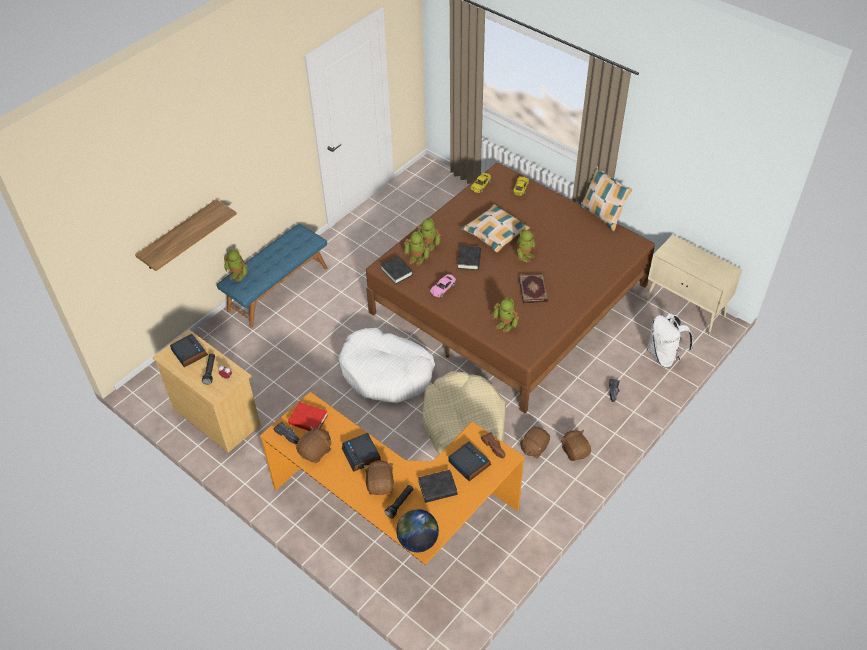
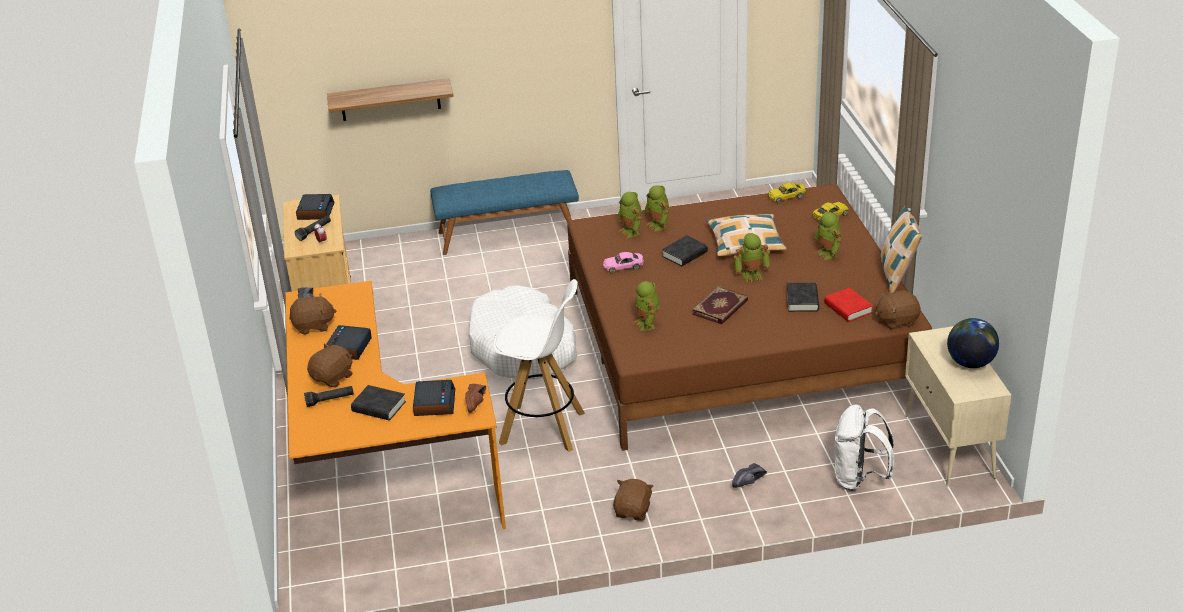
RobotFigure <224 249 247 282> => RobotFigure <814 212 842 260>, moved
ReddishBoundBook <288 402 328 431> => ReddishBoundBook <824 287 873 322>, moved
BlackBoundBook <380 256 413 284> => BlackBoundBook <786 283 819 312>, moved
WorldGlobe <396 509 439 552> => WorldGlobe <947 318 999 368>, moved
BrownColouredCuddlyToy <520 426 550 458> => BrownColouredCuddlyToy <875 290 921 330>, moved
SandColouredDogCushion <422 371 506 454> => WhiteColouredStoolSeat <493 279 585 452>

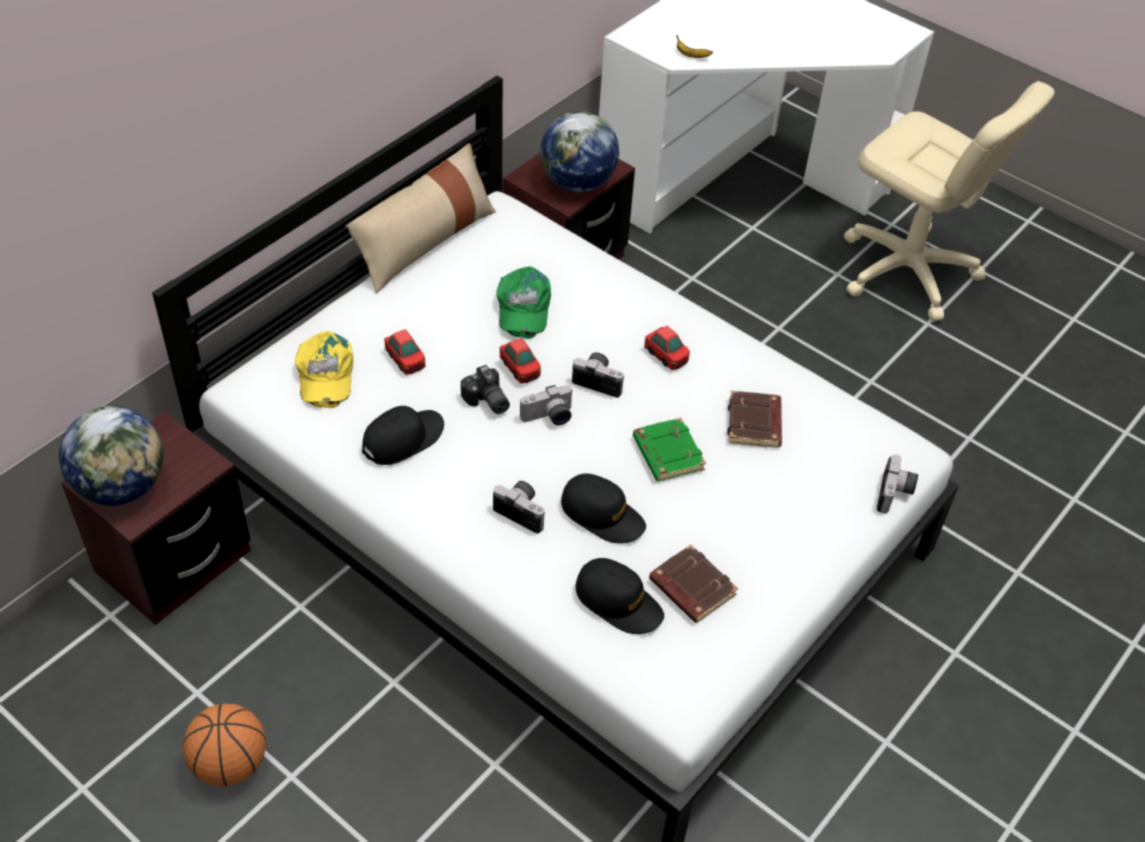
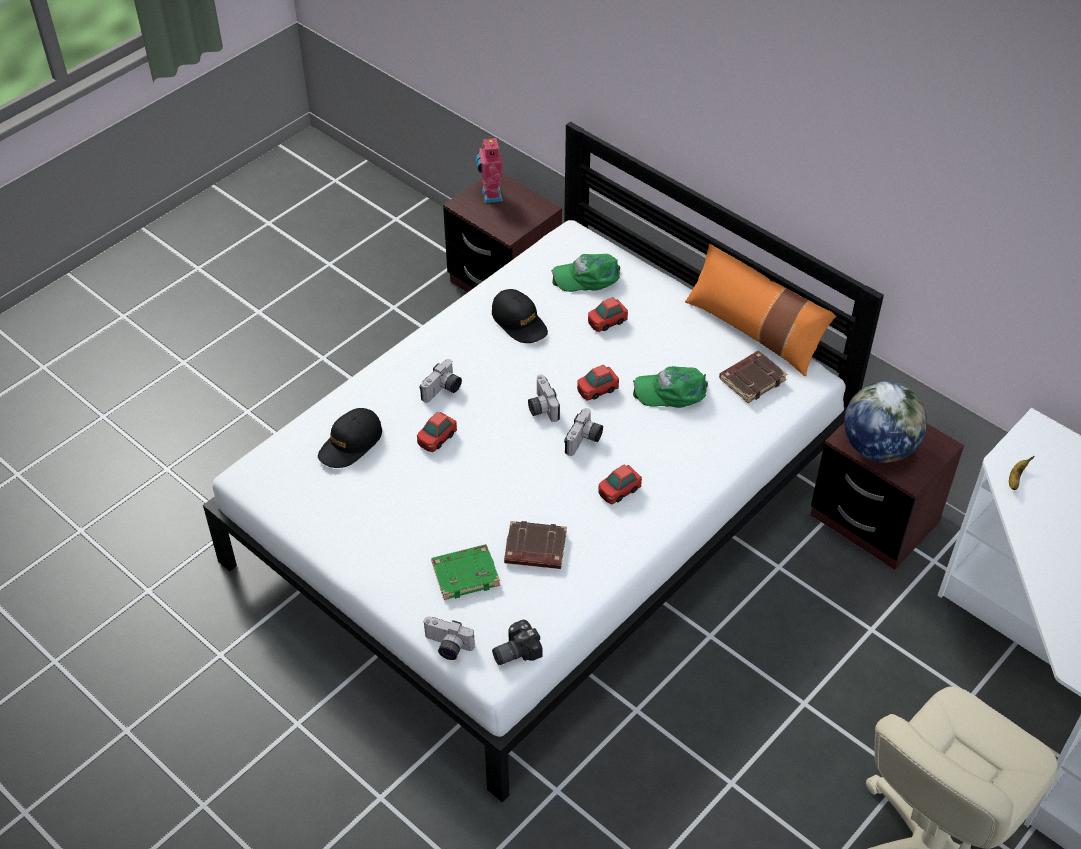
BallForBasketball <183 704 266 787> => nothing
PhotoCamera <461 365 510 414> => PhotoCamera <492 620 543 665>, moved
GreenishBoundBook <633 418 706 482> => GreenishBoundBook <431 544 500 600>, moved
BrownColouredBoundBook <649 545 738 623> => BrownColouredBoundBook <719 351 787 403>, moved
WorldGlobe <59 406 164 506> => RobotFigure <476 136 503 203>
BlackCap <561 473 646 543> => ToyCar <417 412 457 452>
YellowColouredCap <295 331 353 408> => GreenishCap <552 254 620 292>
SandColouredThrowPillow <345 143 496 293> => OrangeyThrowPillow <685 243 836 376>

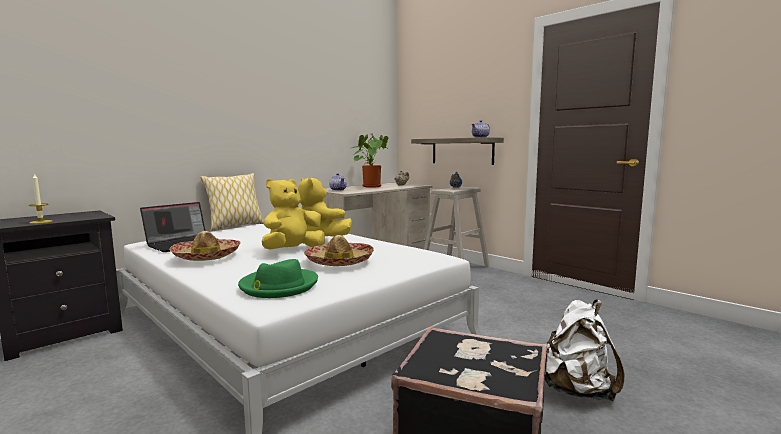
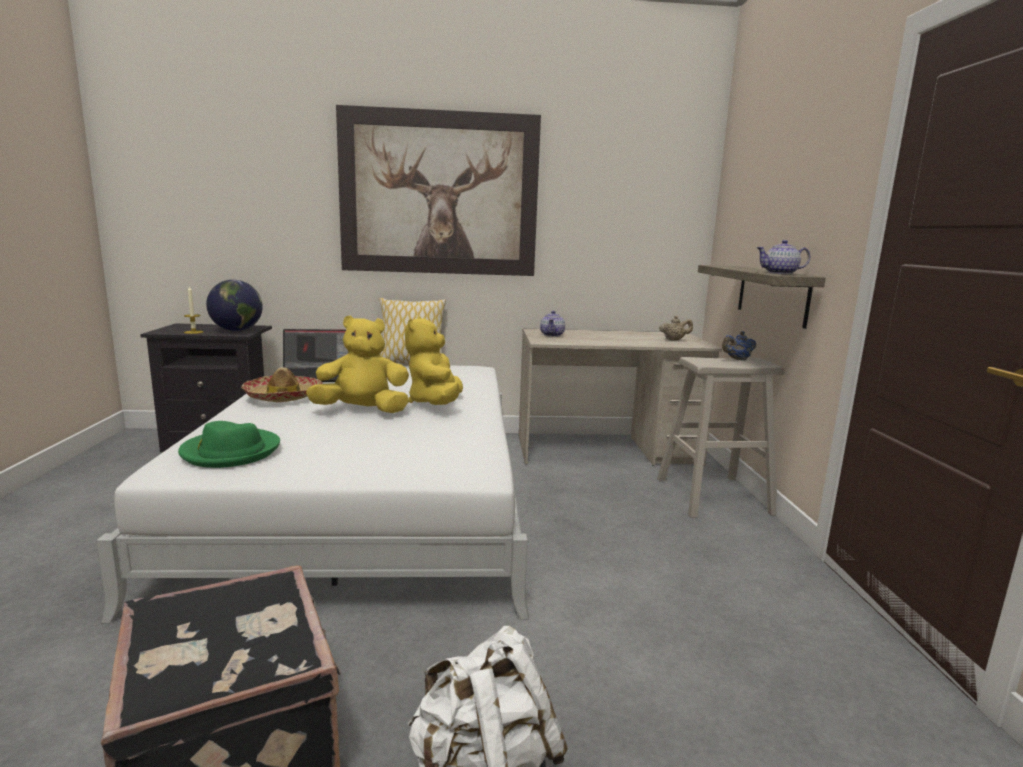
ClothingHat <304 235 374 266> => nothing
PottedPlant <351 133 389 188> => nothing
nothing => WorldGlobe <206 280 263 331>
nothing => Picture <336 105 541 276>

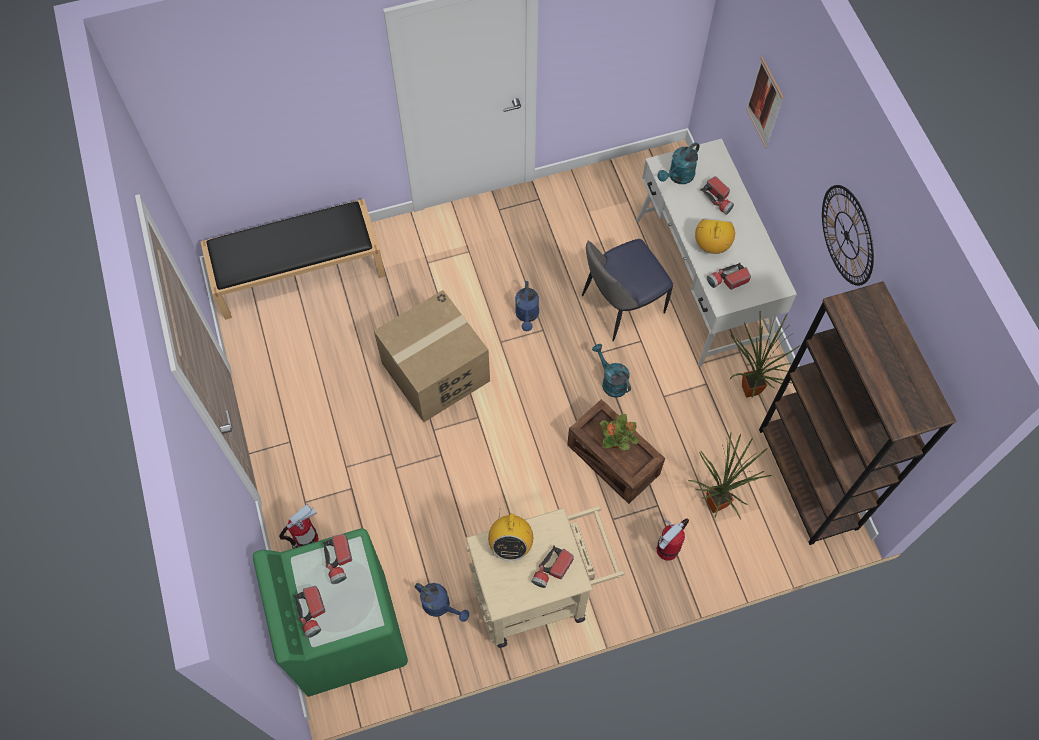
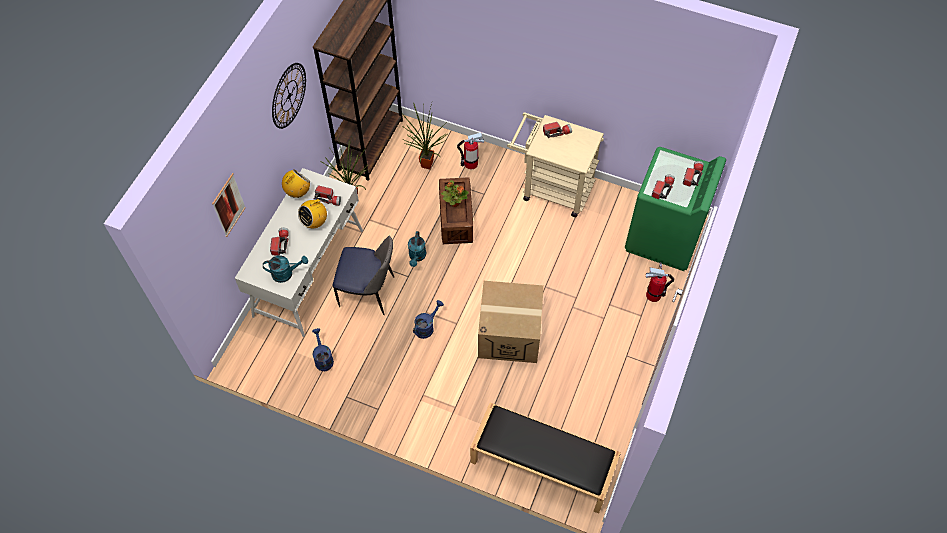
BlueWateringPot <414 583 469 622> => BlueWateringPot <312 328 334 371>, moved
Radio <488 512 533 561> => Radio <282 169 310 198>, moved

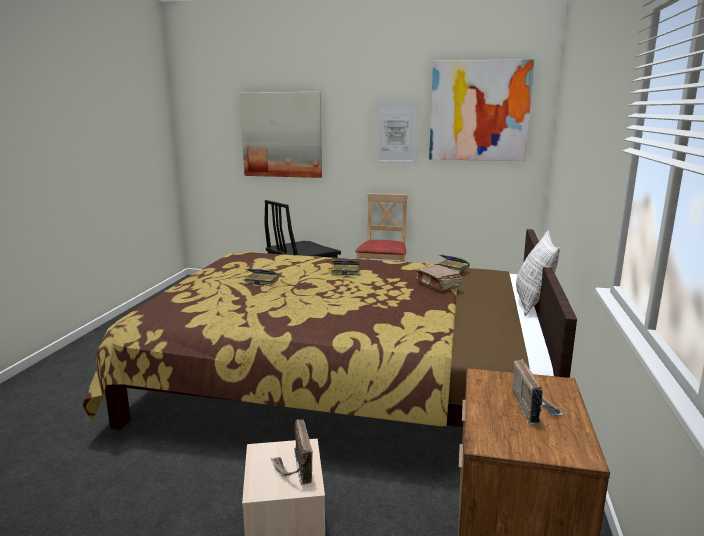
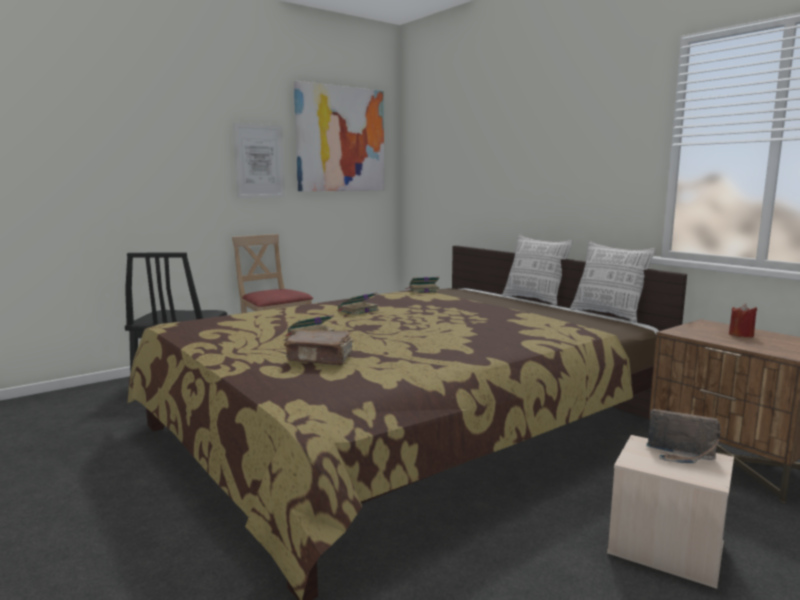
Picture <240 92 322 178> => nothing
nothing => ThrowPillow <570 241 656 323>
BrownColouredBoundBook <416 265 462 292> => BrownColouredBoundBook <284 330 353 365>, moved
Radio <513 359 564 424> => ReddishWaxLight <729 303 757 338>

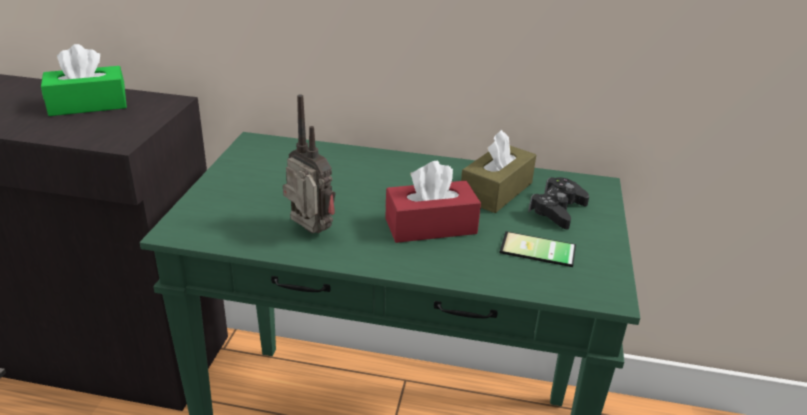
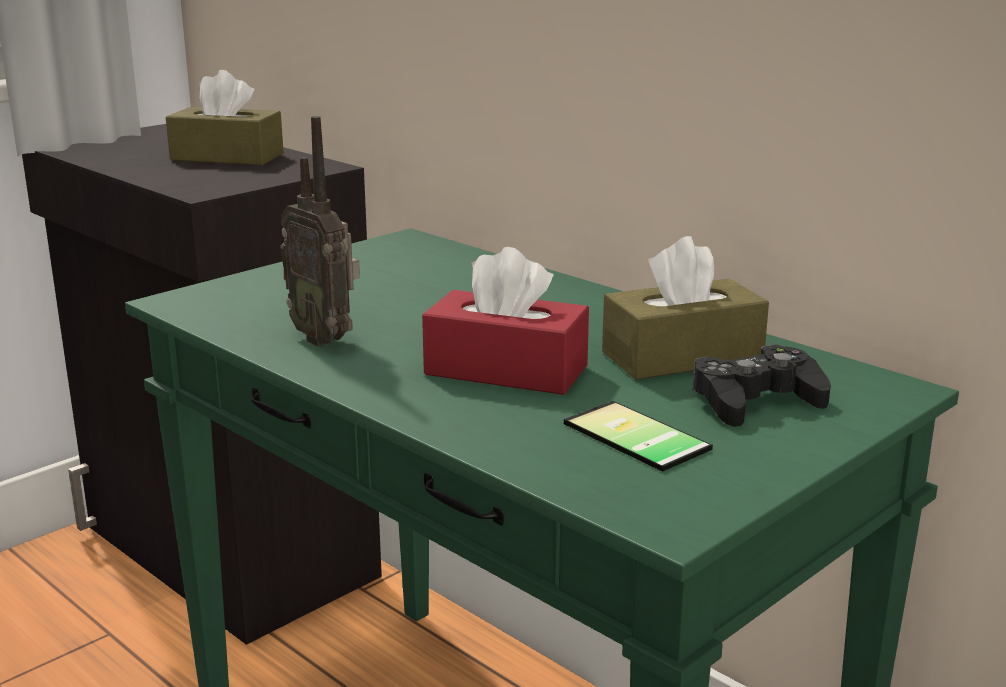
GreenishTissueHolder <41 44 127 116> => BrownColouredTissueHolder <166 70 284 165>
Radio <283 94 335 233> => Radio <280 116 360 346>, 150 degrees clockwise

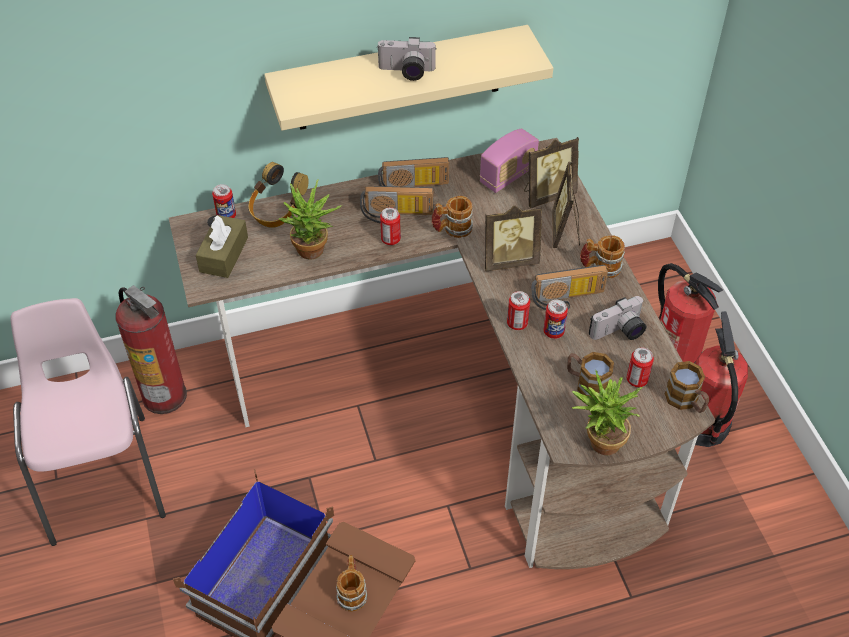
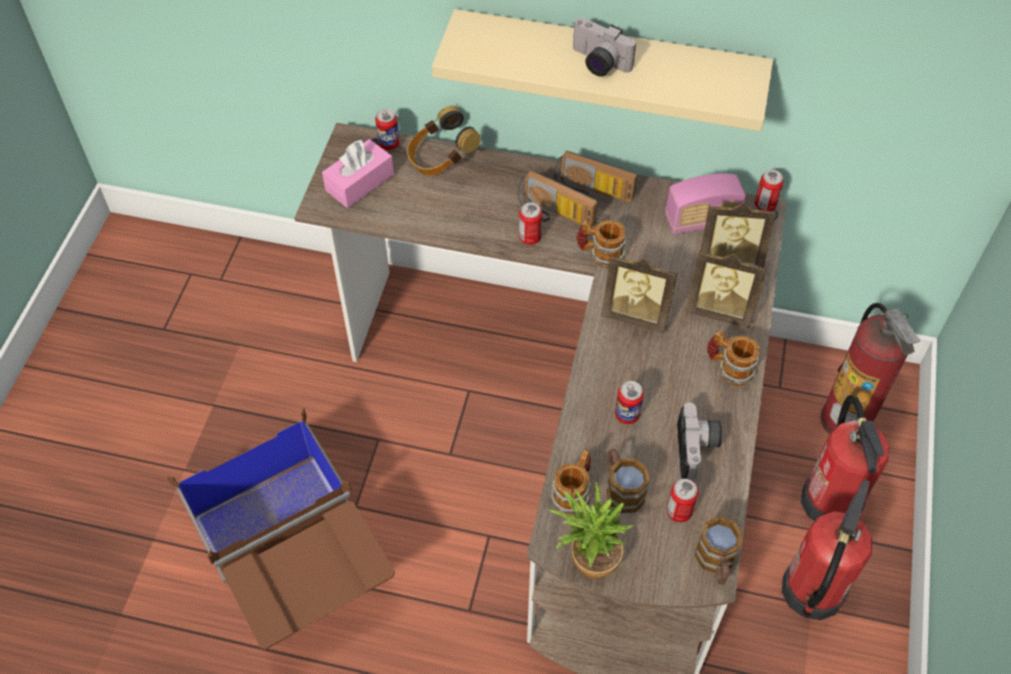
PinkColouredChair <10 298 166 546> => nothing
PottedPlant <279 179 343 260> => nothing
Radio <531 265 608 310> => nothing
Extinguisher <116 285 187 414> => Extinguisher <820 303 920 435>, moved
Mug <336 555 367 612> => Mug <550 449 591 515>, moved
MetalCan <507 291 530 330> => MetalCan <755 170 784 211>, moved
BrownColouredTissueHolder <196 215 248 278> => PinkColouredTissueHolder <322 139 394 208>
StandingFrame <552 162 580 248> => StandingFrame <685 251 767 328>, 105 degrees counterclockwise
PhotoCamera <589 296 647 340> => PhotoCamera <677 402 722 481>, 90 degrees counterclockwise

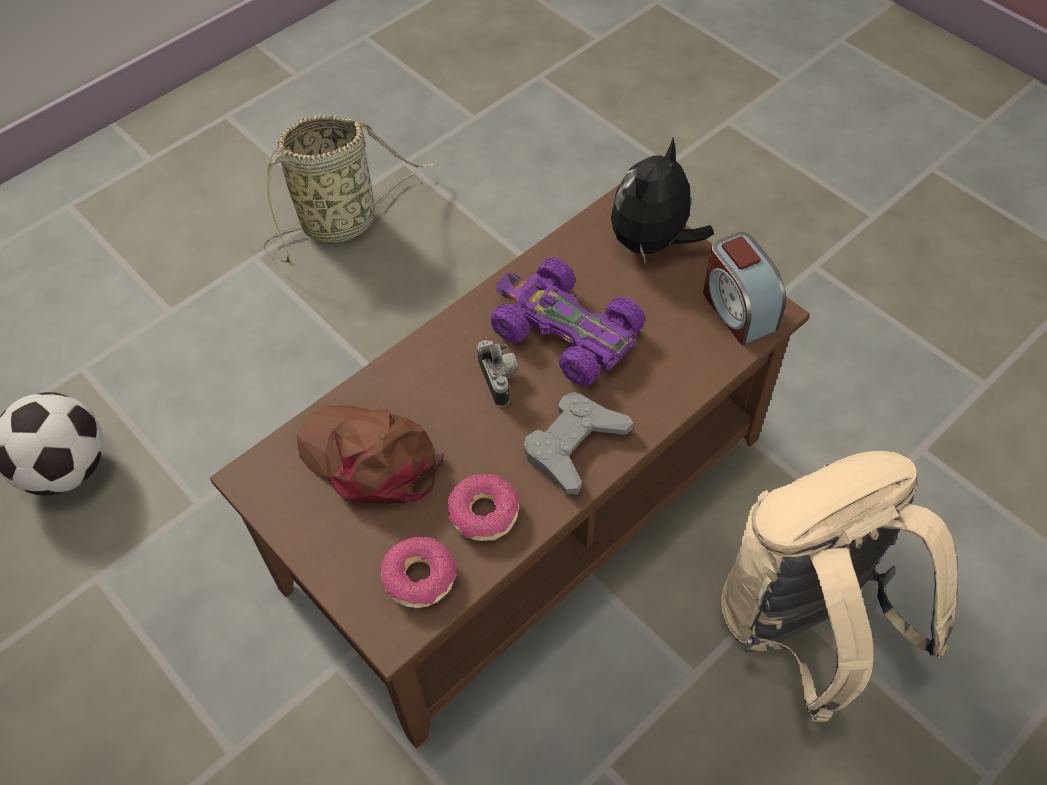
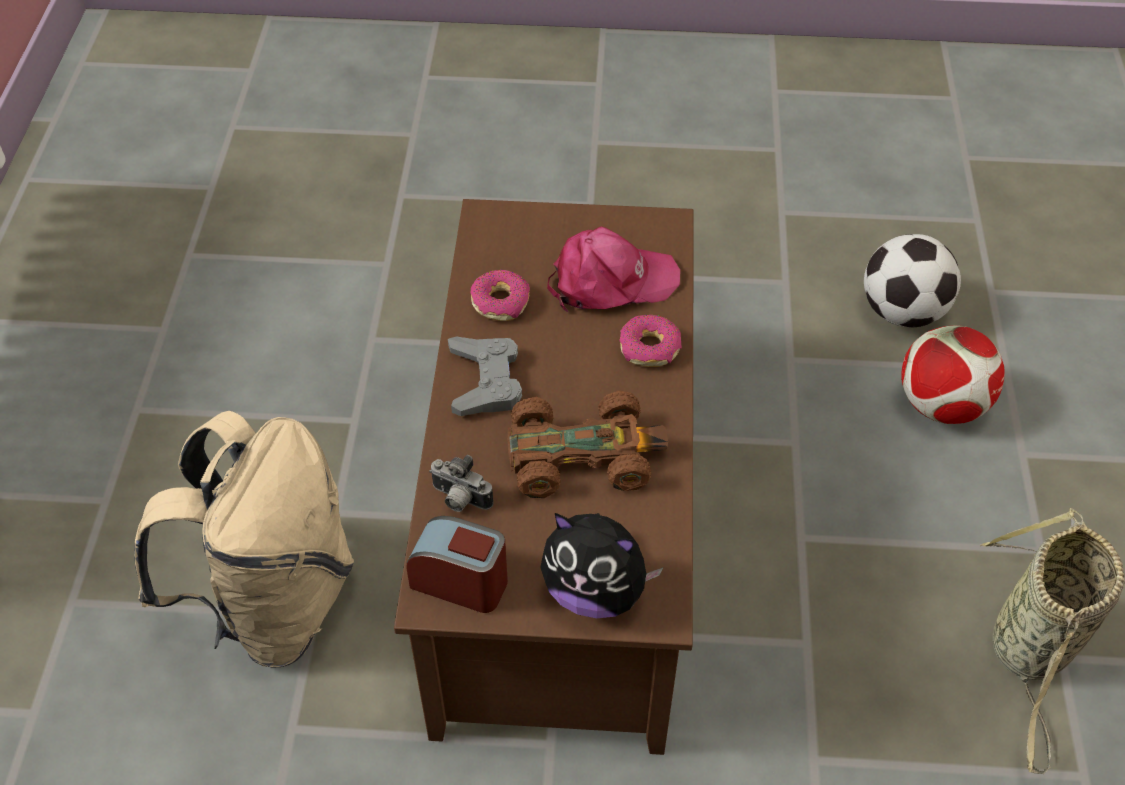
nothing => Football <901 326 1005 424>
Donut <381 537 457 608> => Donut <619 315 682 367>, moved
PhotoCamera <477 340 518 407> => PhotoCamera <429 455 494 512>, moved
BrownColouredCap <297 405 444 504> => PinkColouredCap <547 226 680 313>
PurplishToyCar <491 258 645 387> => BrownColouredToyCar <507 390 668 498>
CuddlyToy <611 138 714 264> => CuddlyToy <540 513 663 618>, 120 degrees clockwise

